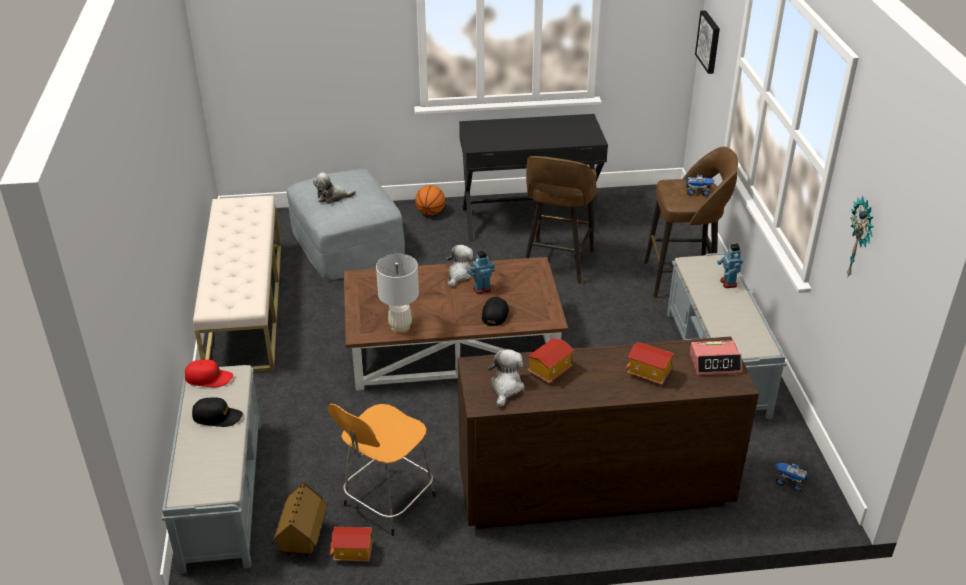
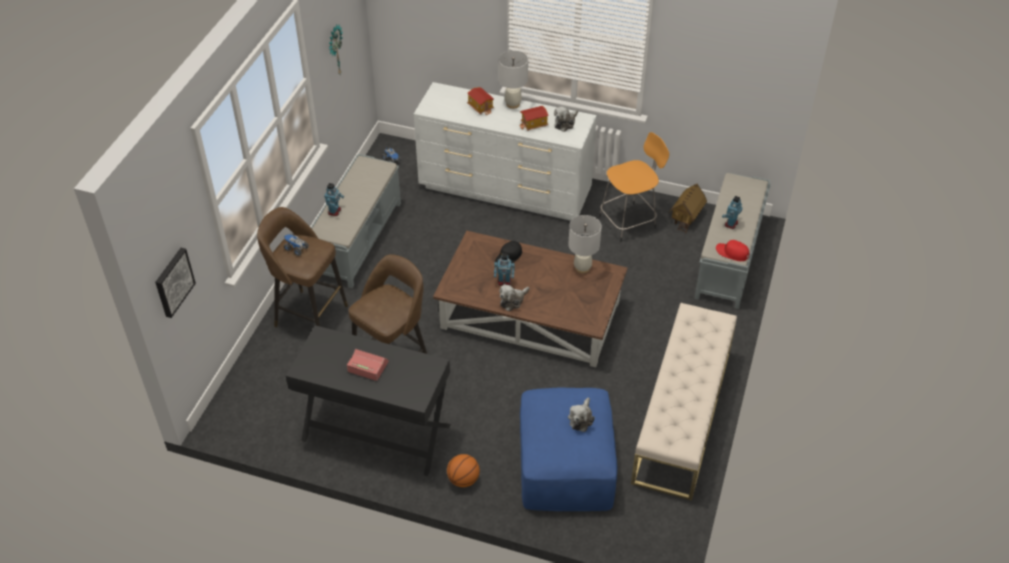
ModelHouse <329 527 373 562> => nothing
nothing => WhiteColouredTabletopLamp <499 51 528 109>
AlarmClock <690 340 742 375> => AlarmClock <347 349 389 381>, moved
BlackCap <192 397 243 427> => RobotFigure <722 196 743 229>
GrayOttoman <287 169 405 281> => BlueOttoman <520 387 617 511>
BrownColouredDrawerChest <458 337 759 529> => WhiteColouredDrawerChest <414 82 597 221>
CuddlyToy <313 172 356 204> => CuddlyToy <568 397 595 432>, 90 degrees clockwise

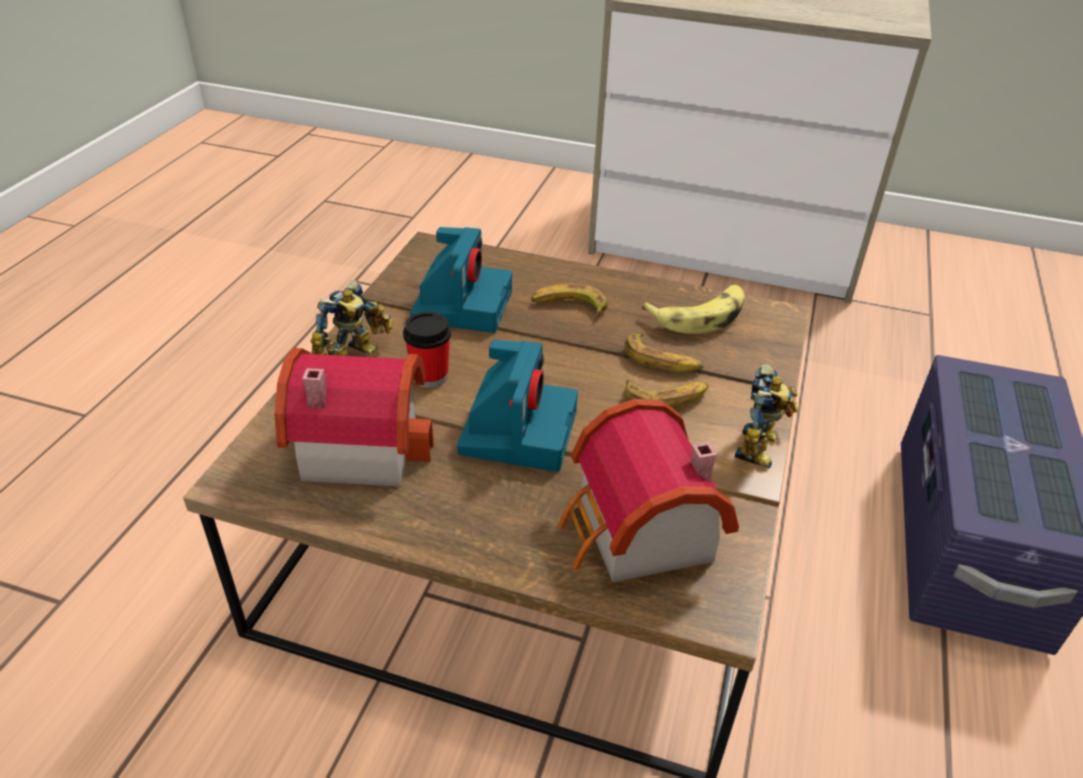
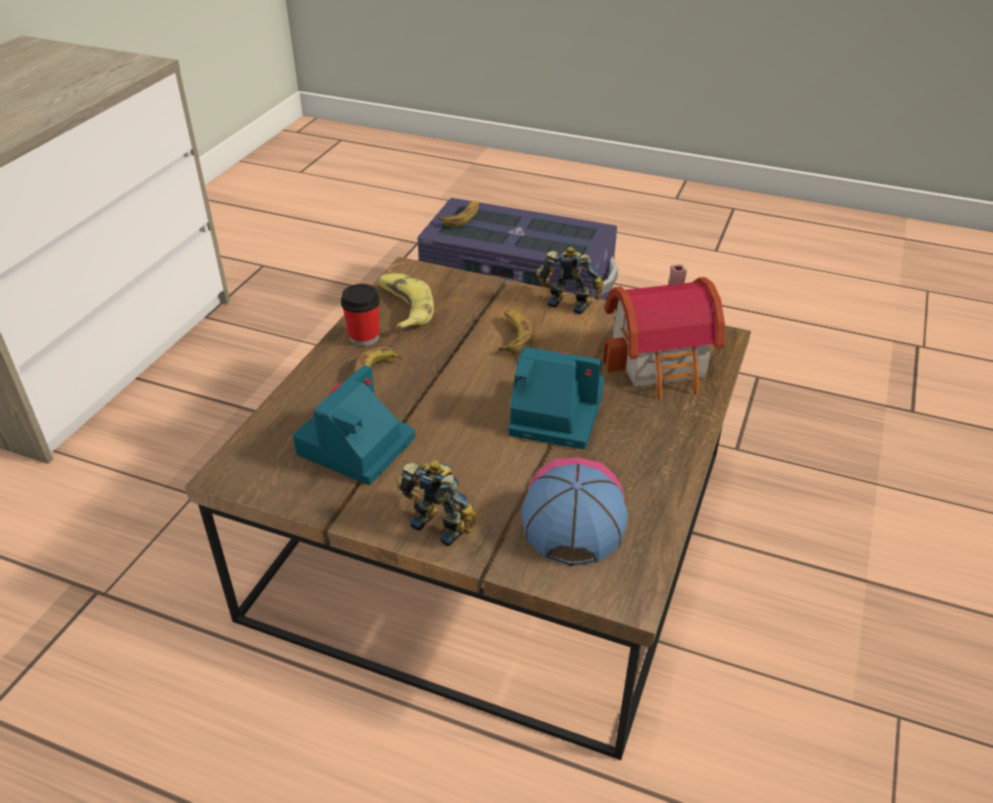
Cup <403 312 451 388> => Cup <341 284 380 346>, moved
WholeBanana <625 333 703 372> => WholeBanana <438 201 479 227>, moved
ModelHouse <275 348 434 487> => Cap <522 457 628 566>
PhotoCamera <410 227 512 333> => PhotoCamera <293 365 415 485>, 75 degrees counterclockwise

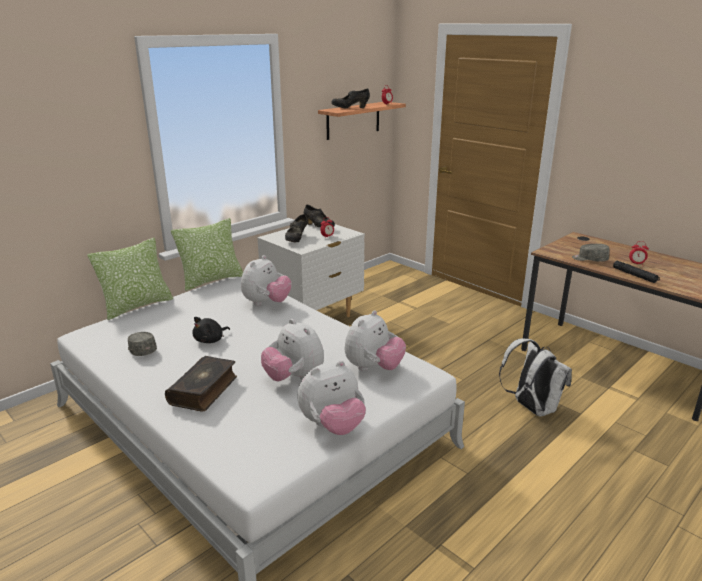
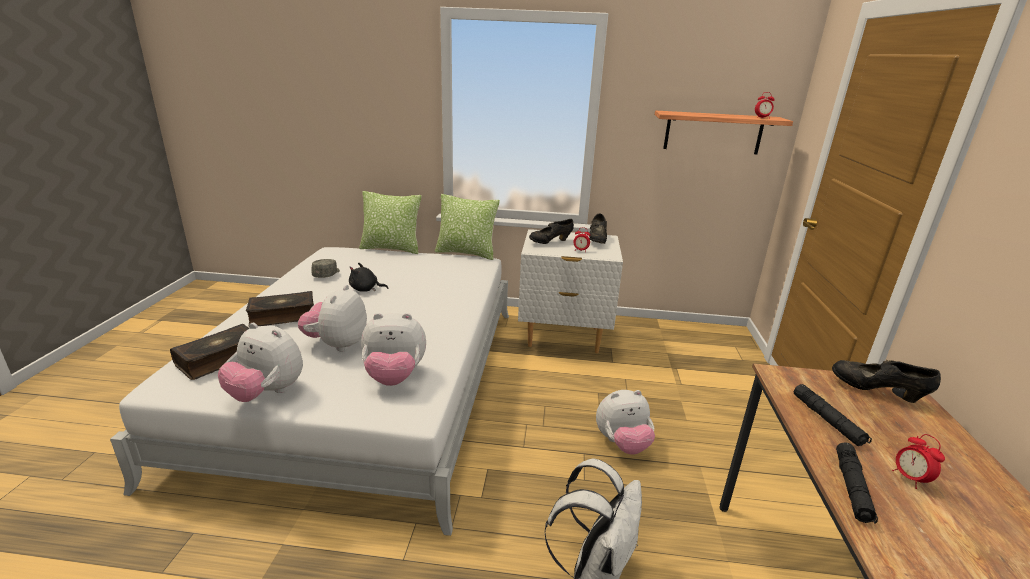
nothing => BoundBook <170 324 250 380>
CuddlyToy <241 255 292 306> => CuddlyToy <596 390 655 455>, moved
BlackItemOfFootwear <331 88 370 108> => BlackItemOfFootwear <832 360 941 403>, moved
GrayCap <572 244 609 262> => BlackHandTorch <794 384 872 446>

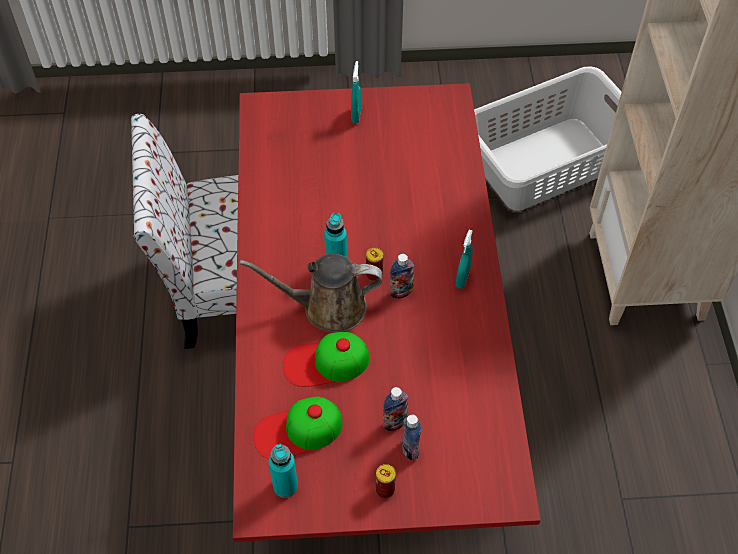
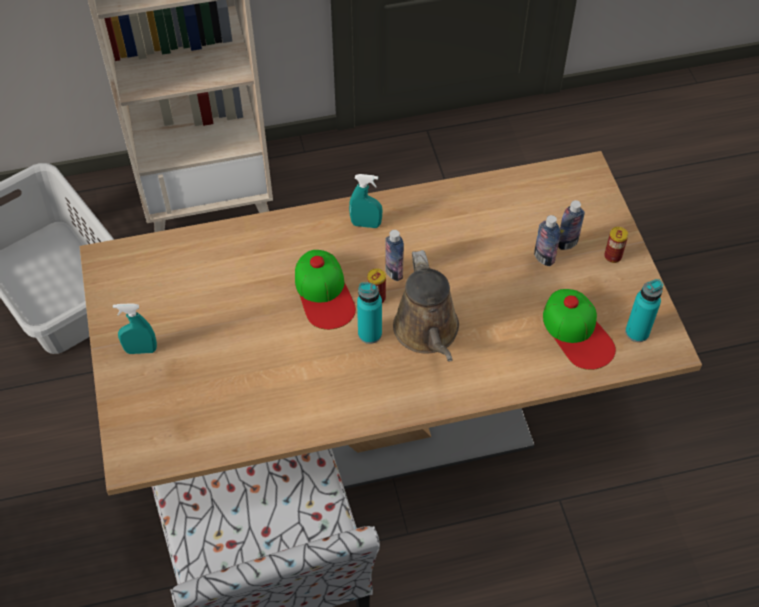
Cap <282 332 369 387> => Cap <295 250 356 330>, moved
ReddishDiningTable <233 83 541 542> => SandColouredDiningTable <80 151 702 495>

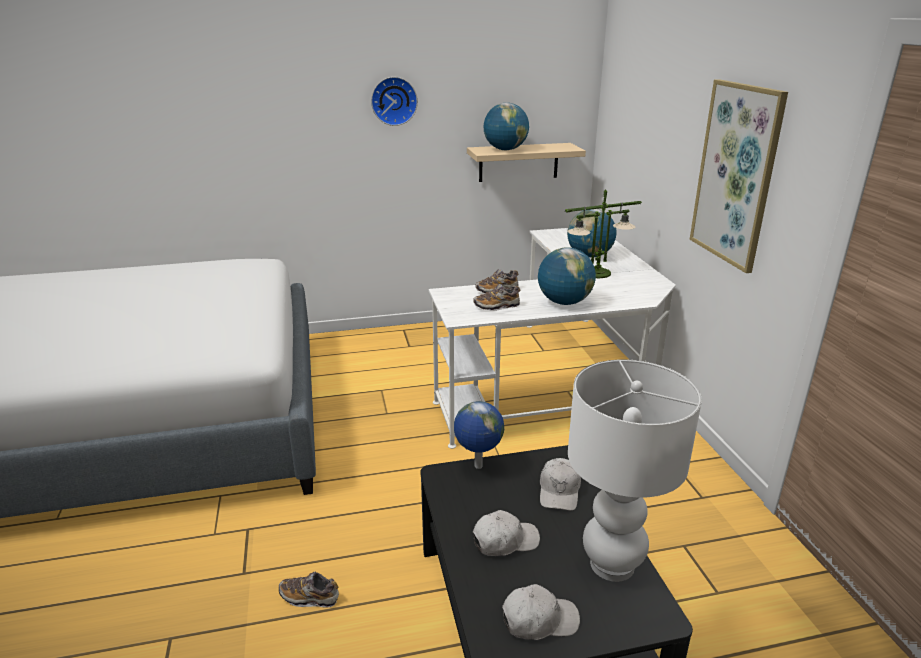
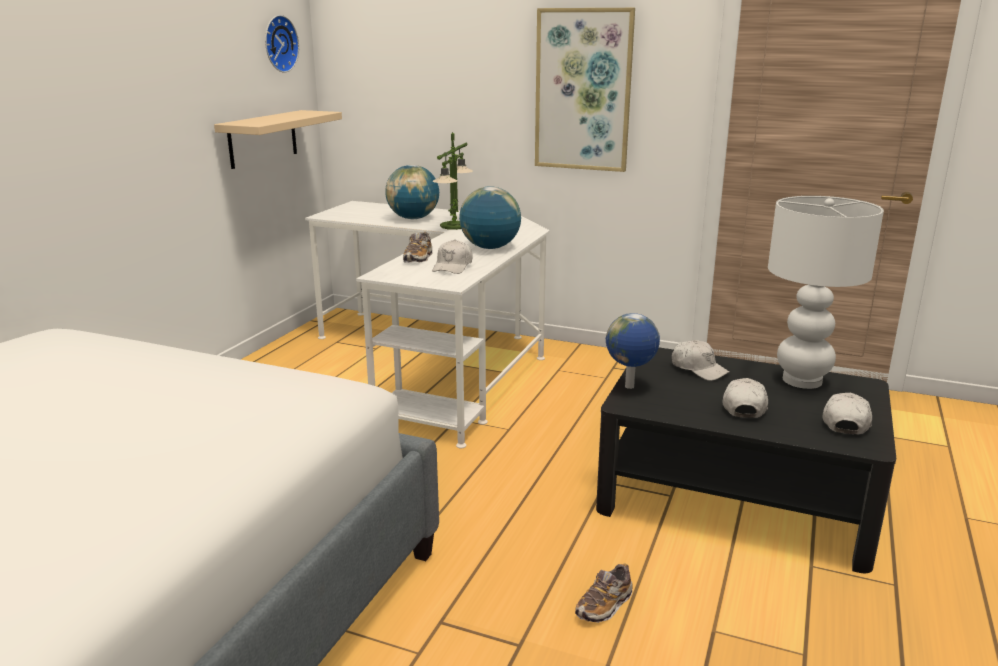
WorldGlobe <483 103 529 150> => nothing
ClockOnTheWall <371 77 418 126> => ClockOnTheWall <265 15 299 73>, moved
ItemOfFootwear <473 284 521 311> => WhiteColouredCap <432 240 473 274>

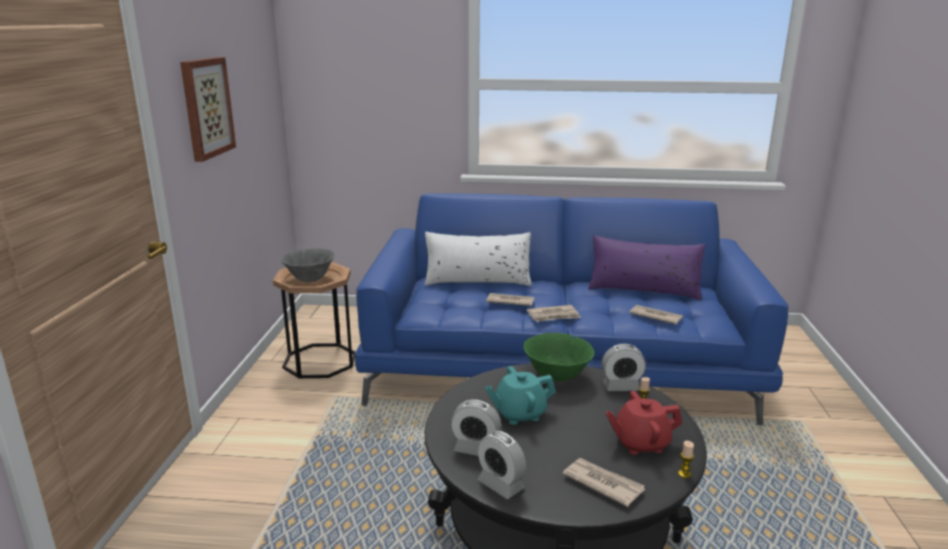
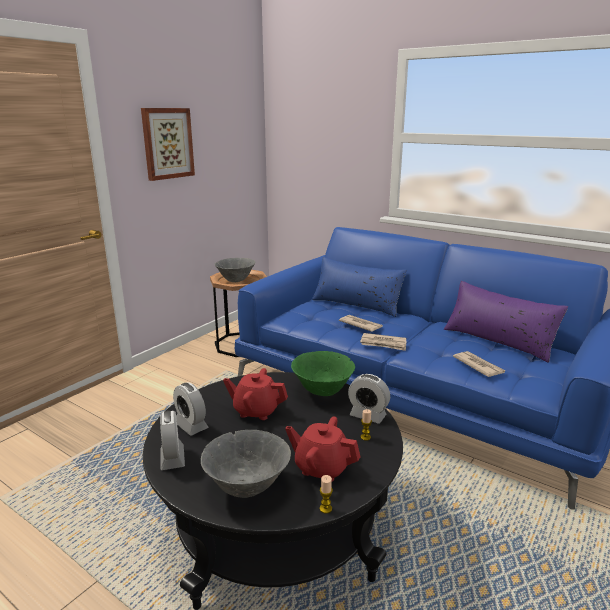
DailyPaper <562 458 645 507> => GrayBowl <201 430 291 498>
WhiteColouredThrowPillow <424 232 532 286> => BlueThrowPillow <312 257 407 317>
TurquoiseColouredPotForTea <485 366 556 425> => ReddishPotForTea <223 368 288 420>

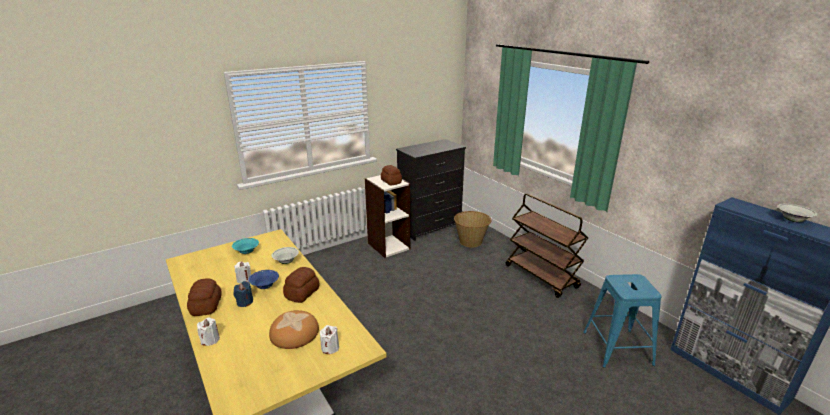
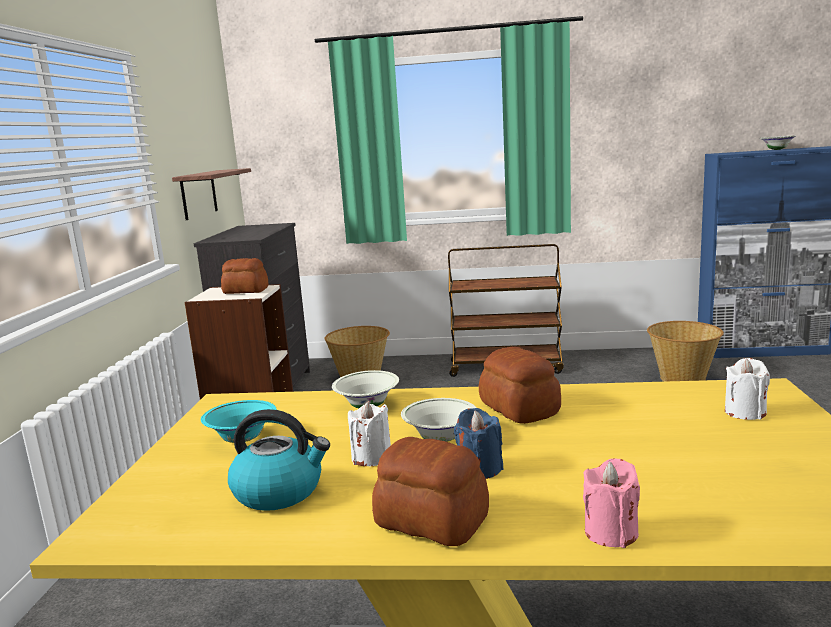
BakeryBread <269 310 319 349> => nothing
nothing => Shelf <172 168 251 220>
nothing => TeaKettle <228 409 330 511>
BlueStoolSeat <583 274 662 368> => Basket <647 321 724 382>
WhiteColouredWaxLight <197 318 220 346> => PinkColouredWaxLight <583 458 640 548>
BlueBowl <248 270 279 289> => WhiteColouredBowl <401 398 477 442>

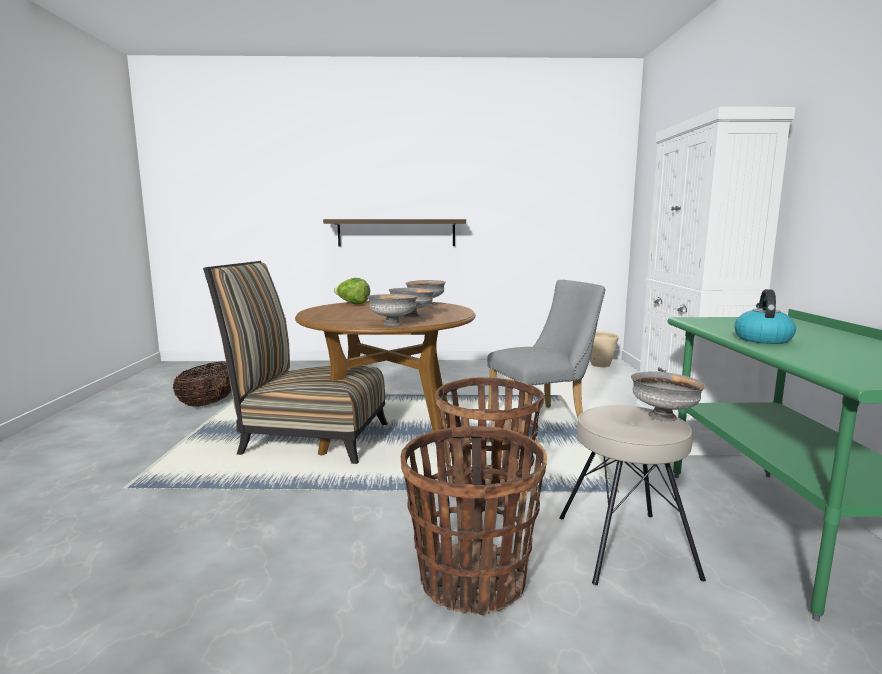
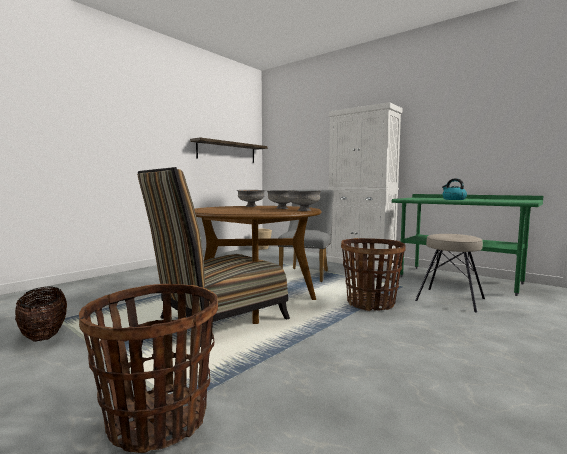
Lettuce <334 278 370 304> => nothing
GrayBowl <631 372 706 422> => nothing
Shelf <323 219 466 246> => Shelf <190 137 267 163>, moved
Basket <401 426 547 615> => Basket <79 284 218 453>, moved

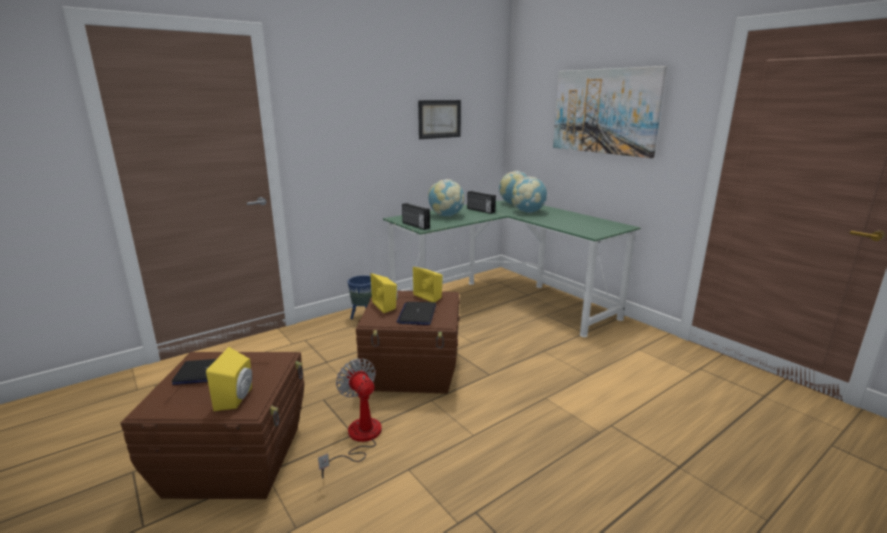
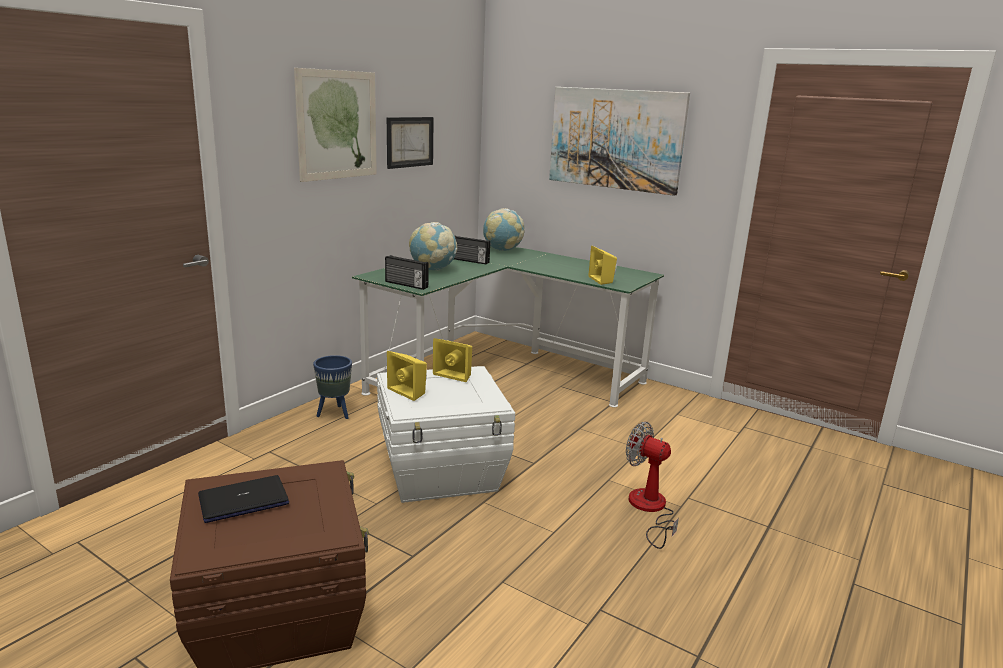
NotebookComputer <397 302 436 325> => nothing
WorldGlobe <512 177 547 213> => nothing
nothing => Picture <294 68 377 182>
YellowColouredAudioSpeaker <206 347 252 411> => YellowColouredAudioSpeaker <589 246 617 285>, moved
CoolingFan <318 358 382 479> => CoolingFan <626 422 679 549>, moved
BrownColouredStorageBin <356 291 460 394> => WhiteColouredStorageBin <377 366 515 503>

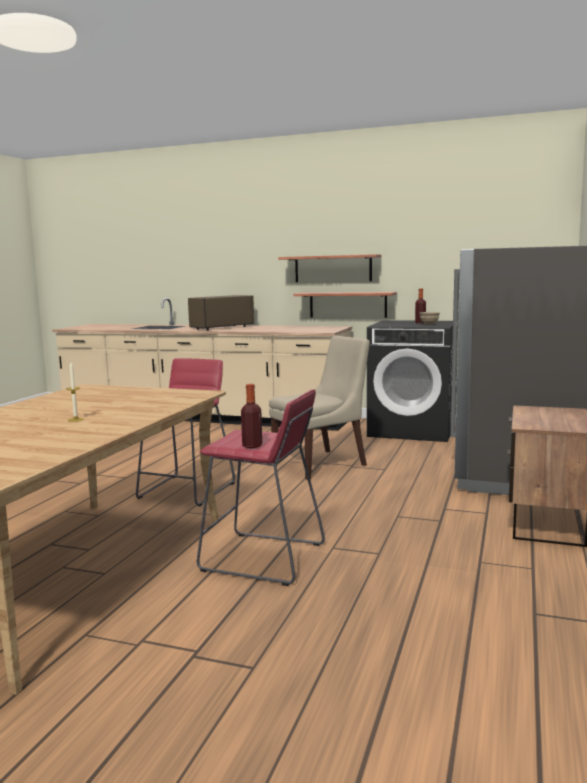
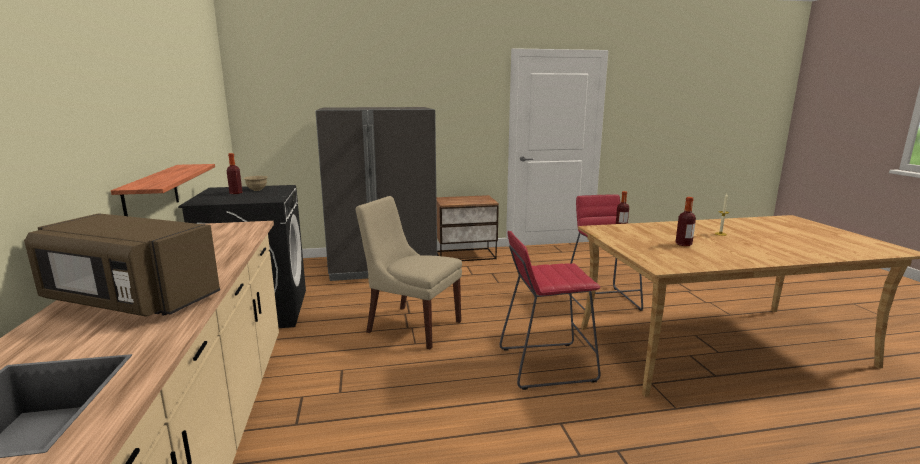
Shelf <278 254 381 282> => nothing
nothing => Bottle <675 197 696 246>

